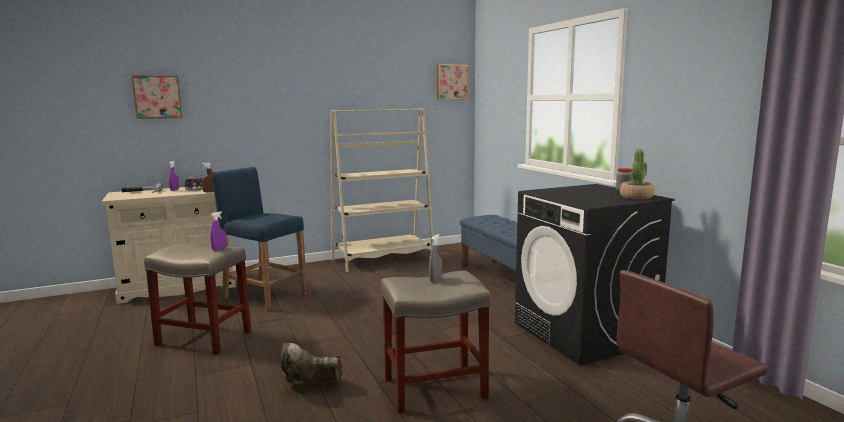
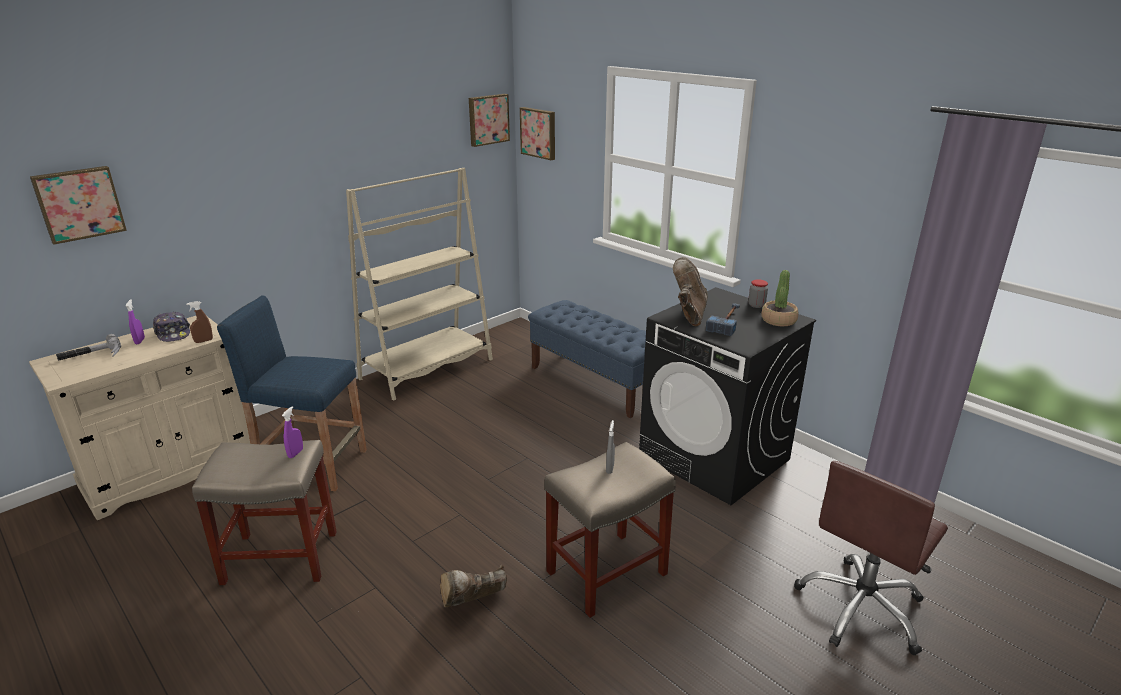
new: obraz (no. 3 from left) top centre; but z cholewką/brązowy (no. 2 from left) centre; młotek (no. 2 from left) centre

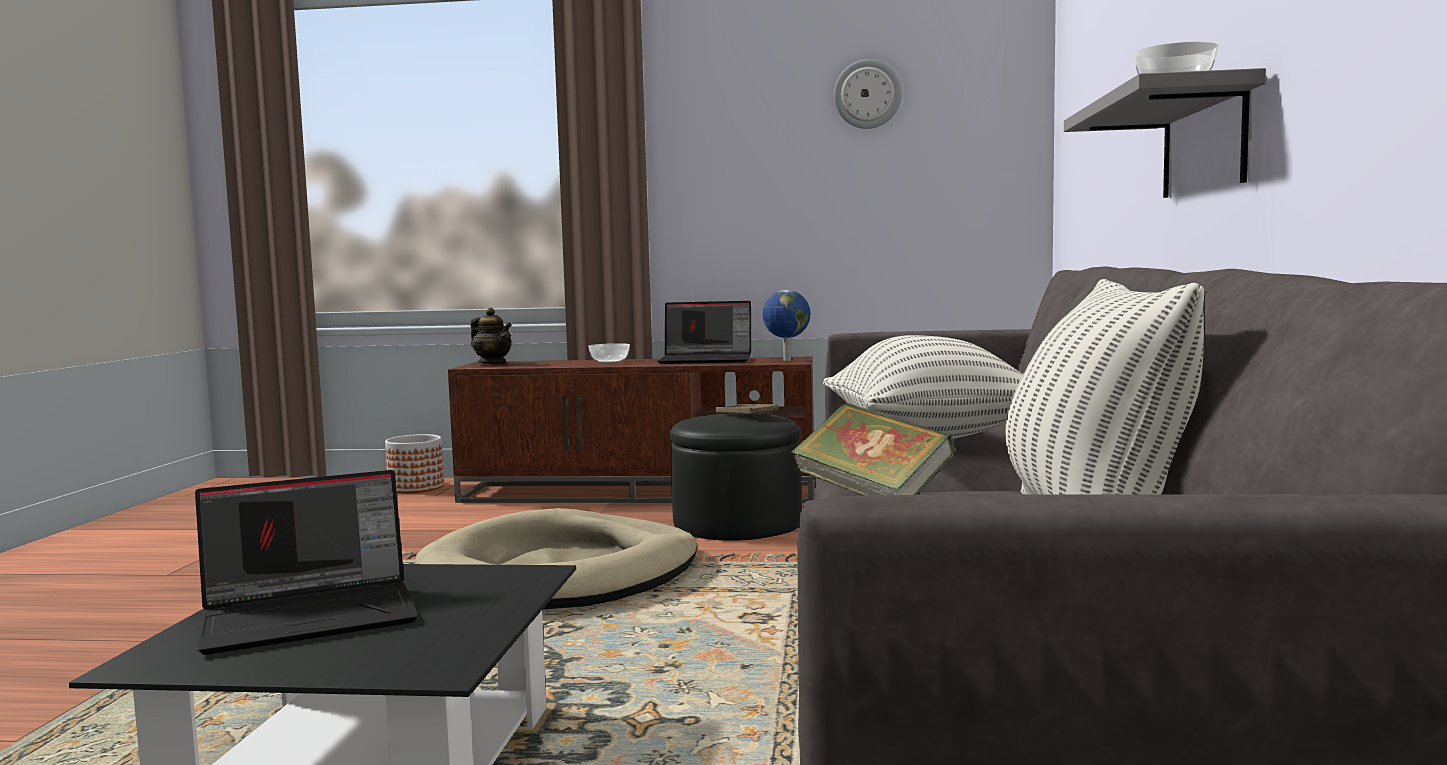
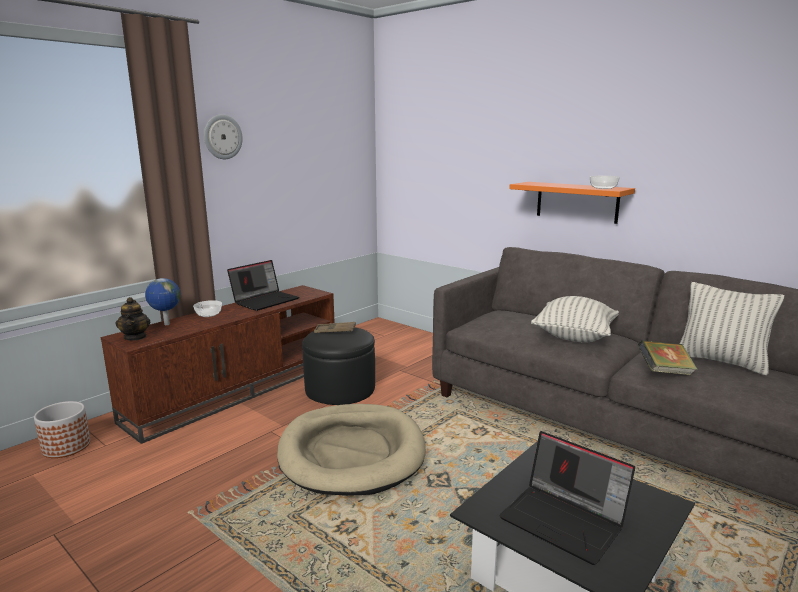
shifted: globus centre to middle left; zegar ścienny top centre to top left
repainted: półka/szary top right to półka/pomarańczowy middle right
rotated: imbryk centre = middle left 90 degrees clockwise; laptop (no. 1 from left in the first image) bottom left = bottom right 120 degrees clockwise

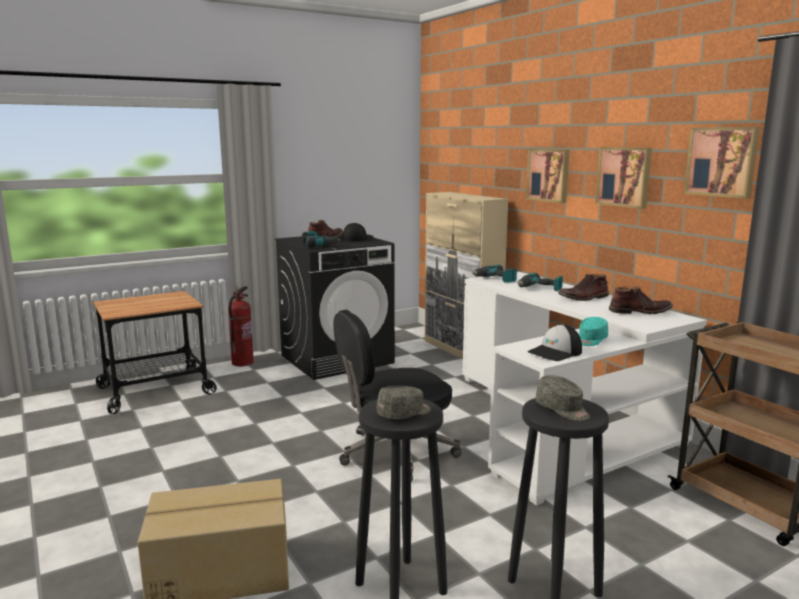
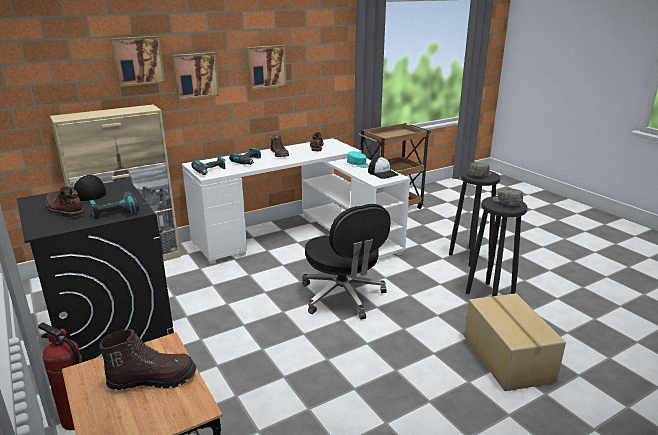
new: but z cholewką/brązowy (no. 2 from left) bottom left
shifted: obraz (no. 3 from left in the first image) top right to obraz (no. 1 from left) top left

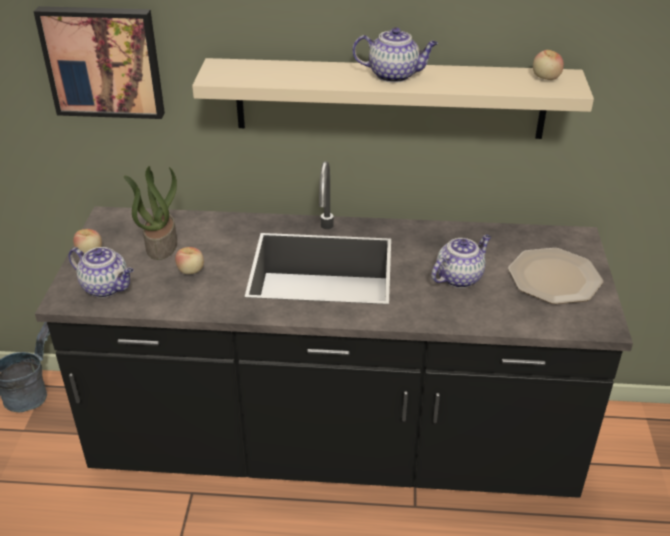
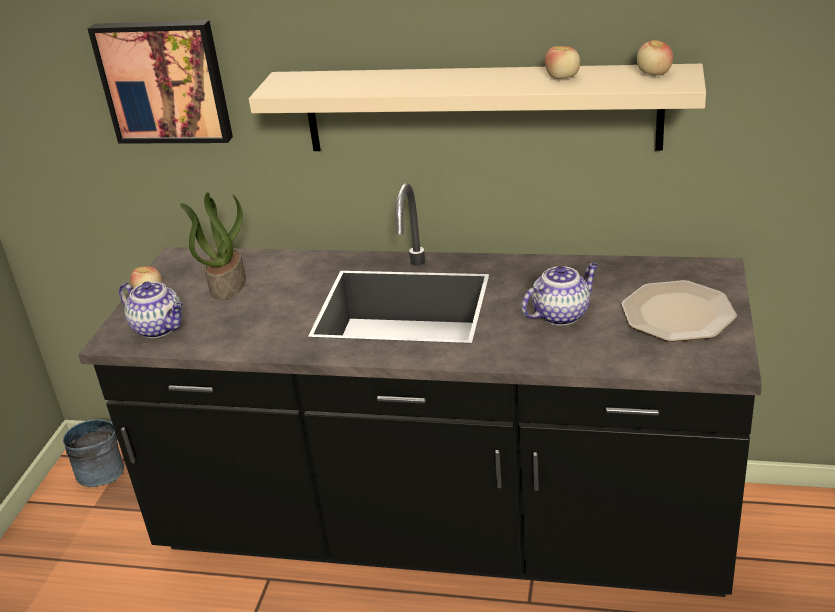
gone: imbryk (no. 2 from left) top centre
shifted: jabłko (no. 2 from left) middle left to top right

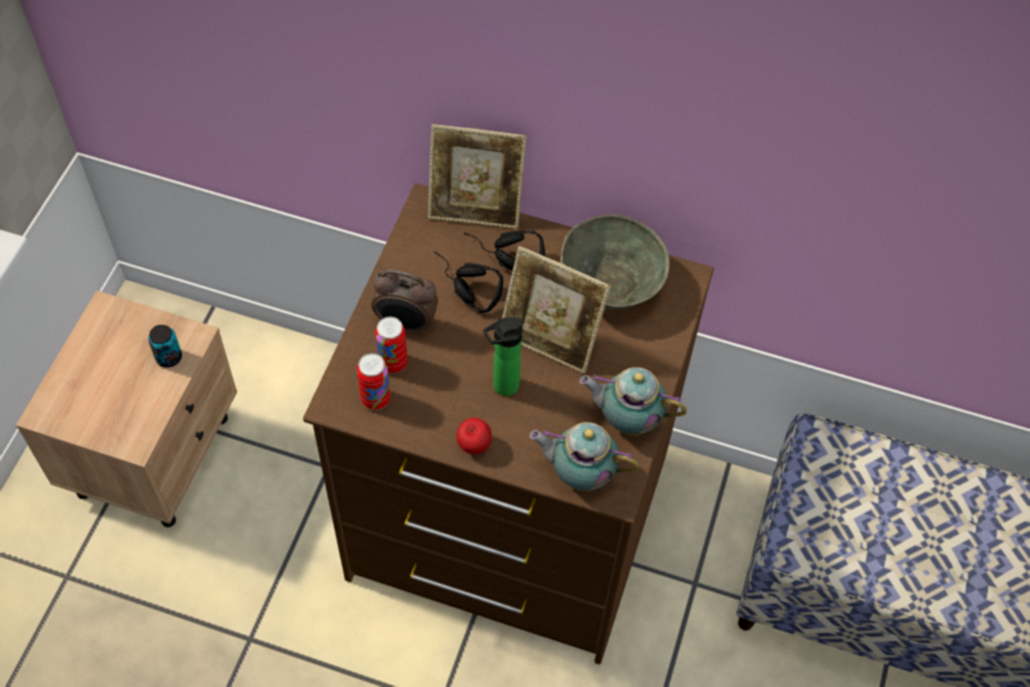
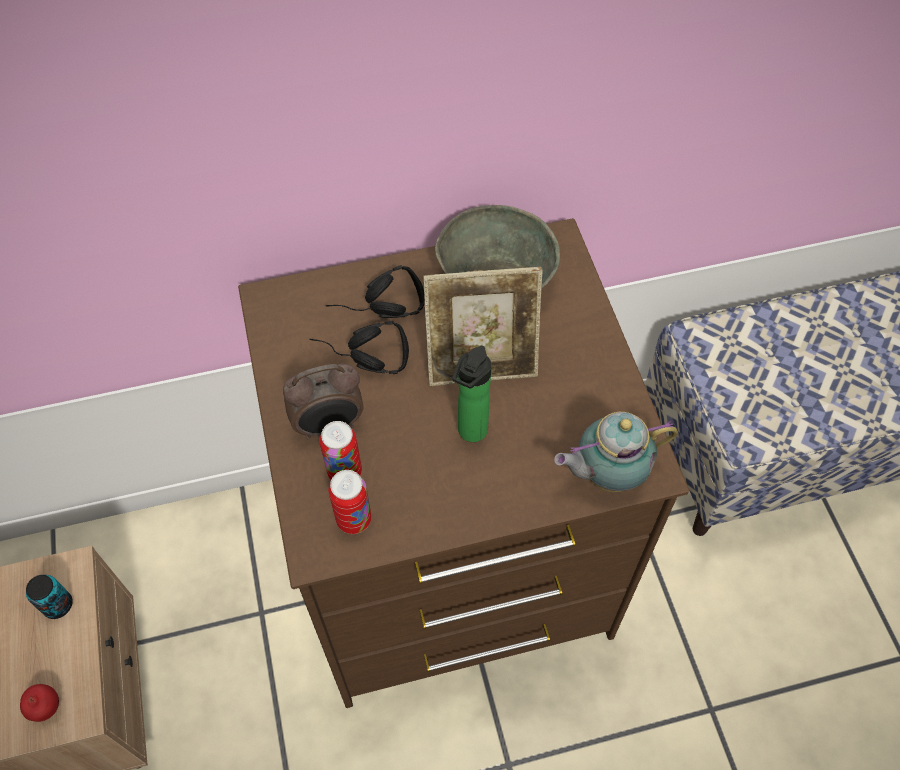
gone: ramka na zdjęcie (no. 1 from left) top centre; imbryk (no. 2 from left) centre
shifted: jabłko centre to bottom left

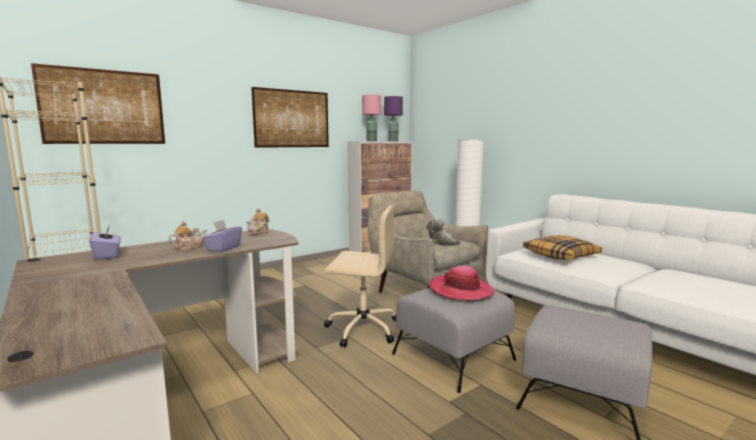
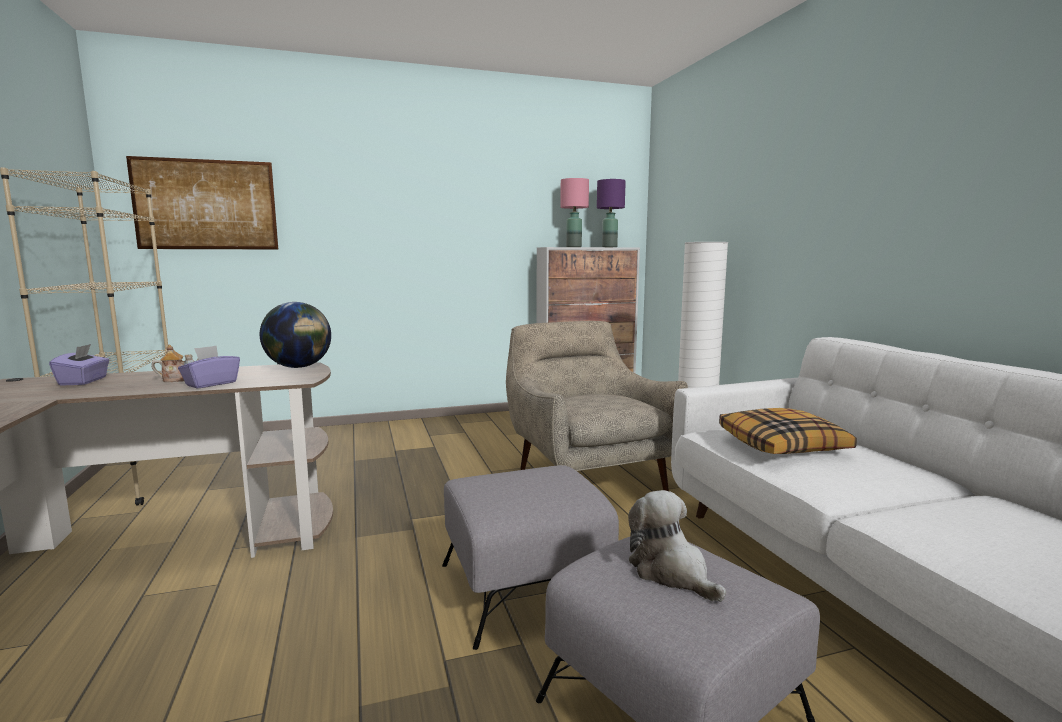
gone: obraz (no. 2 from left) top centre; krzesło biurowe/beżowy centre; kapelusz centre
shifted: pluszak centre to bottom centre
swapped: imbryk (no. 2 from left) centre to globus middle left

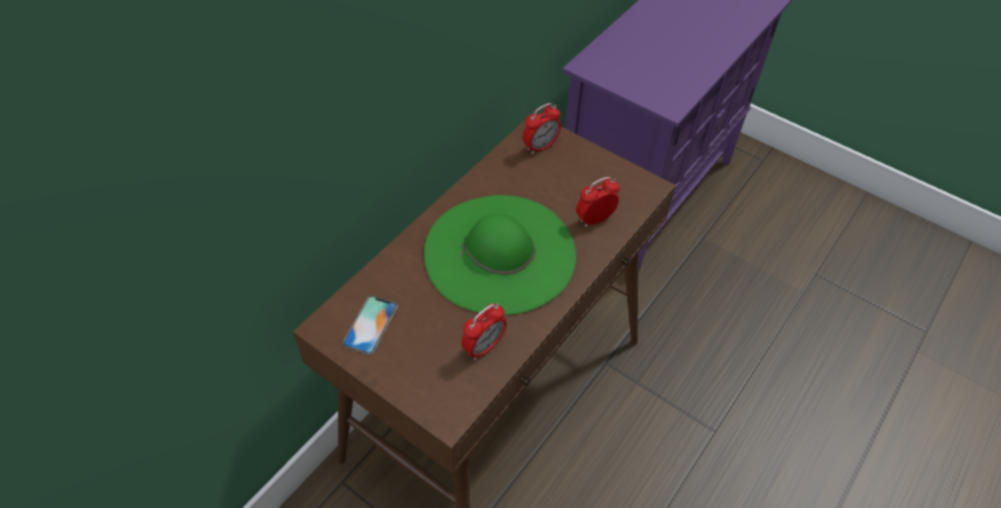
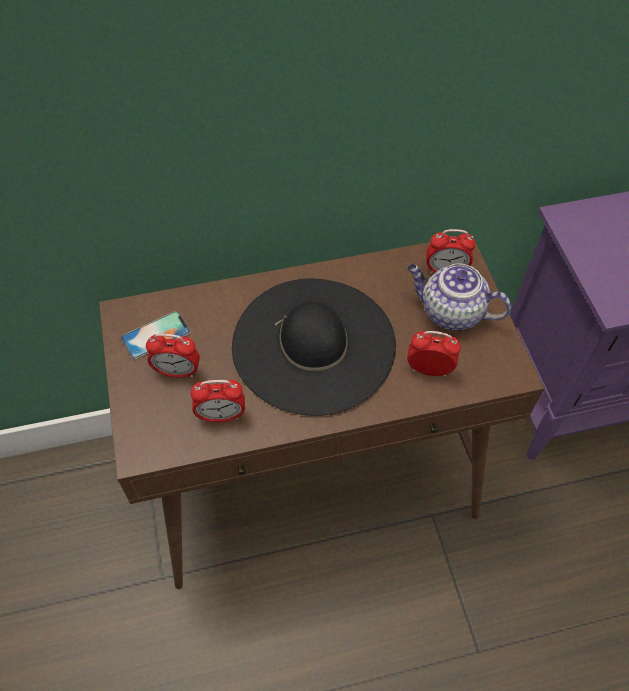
new: budzik (no. 1 from left) middle left; imbryk middle right
repainted: kapelusz/zielony centre to kapelusz/czarny centre

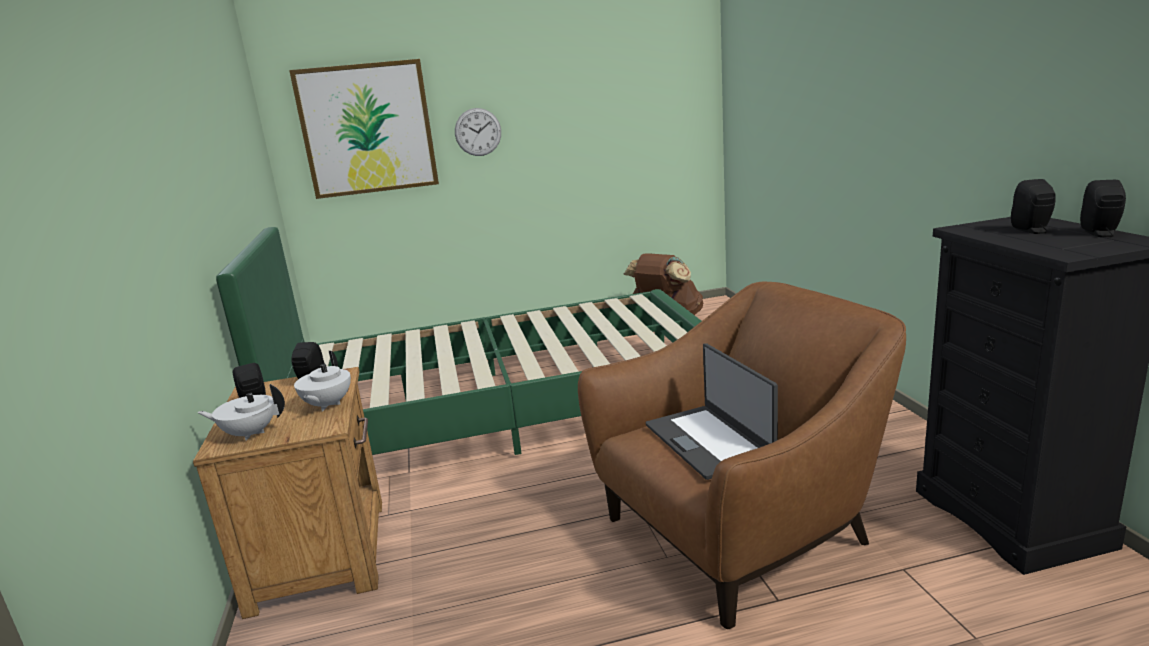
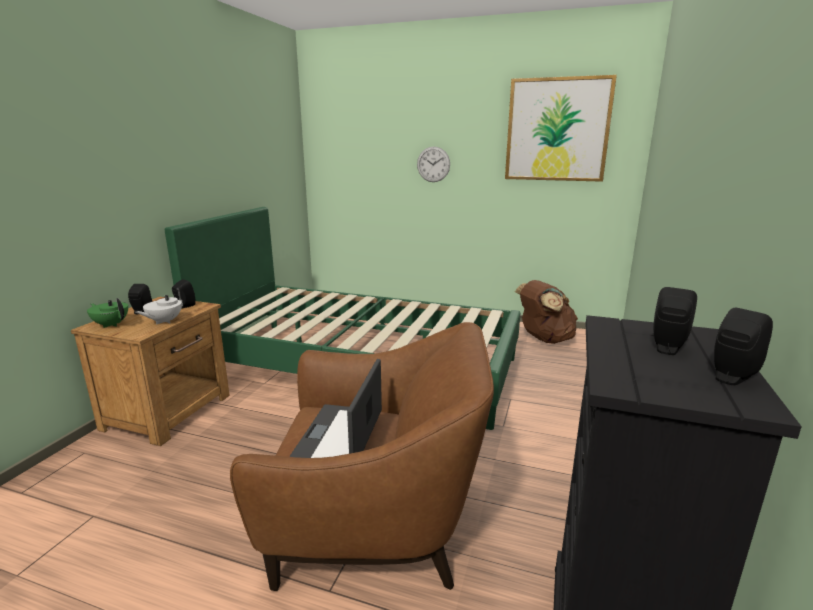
shifted: obraz top left to top right
repainted: imbryk/biały (no. 1 from left) middle left to imbryk/zielony middle left

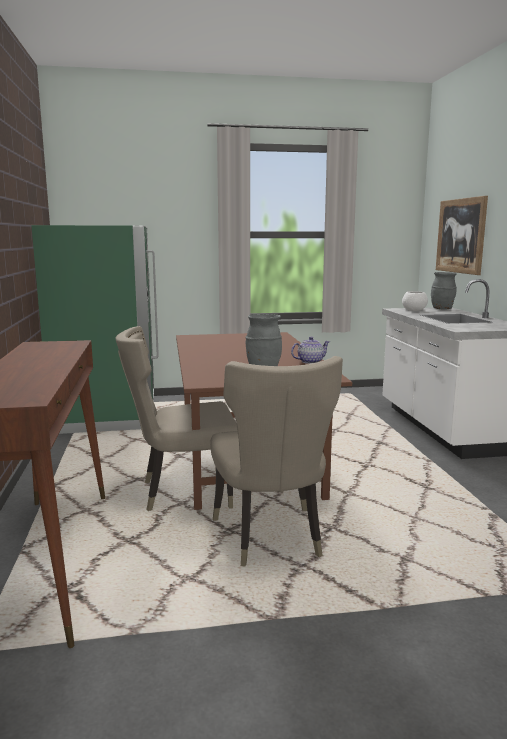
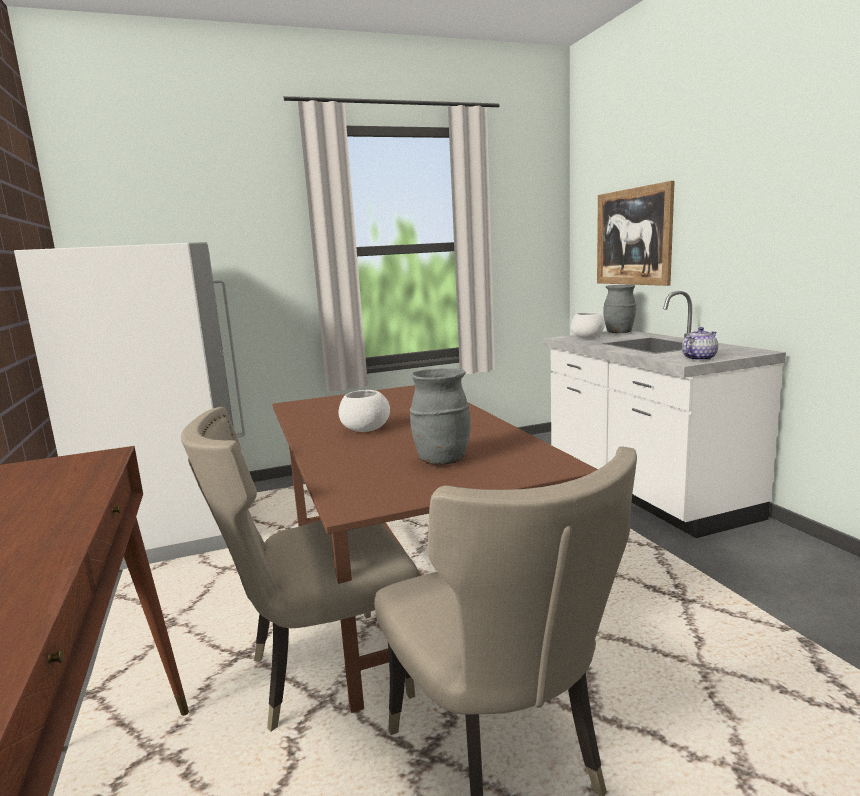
new: miska/biały (no. 1 from left) centre
shifted: imbryk centre to middle right
repainted: lodówka/zielony middle left to lodówka/biały middle left

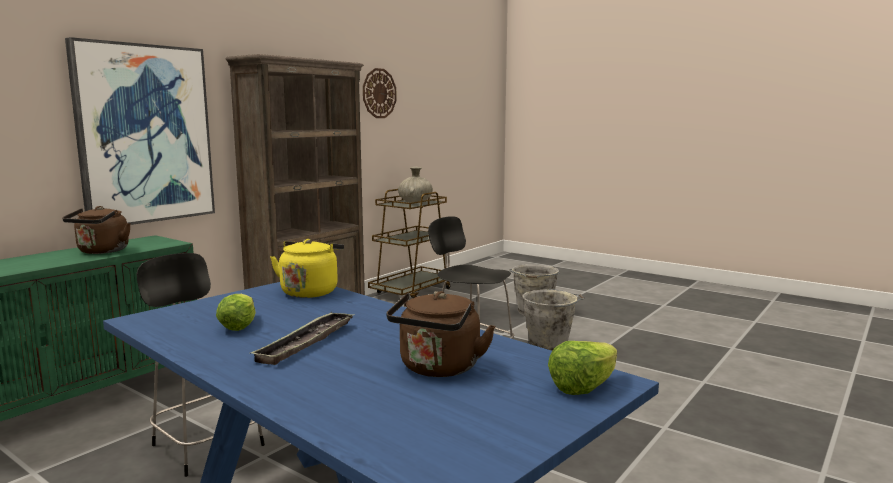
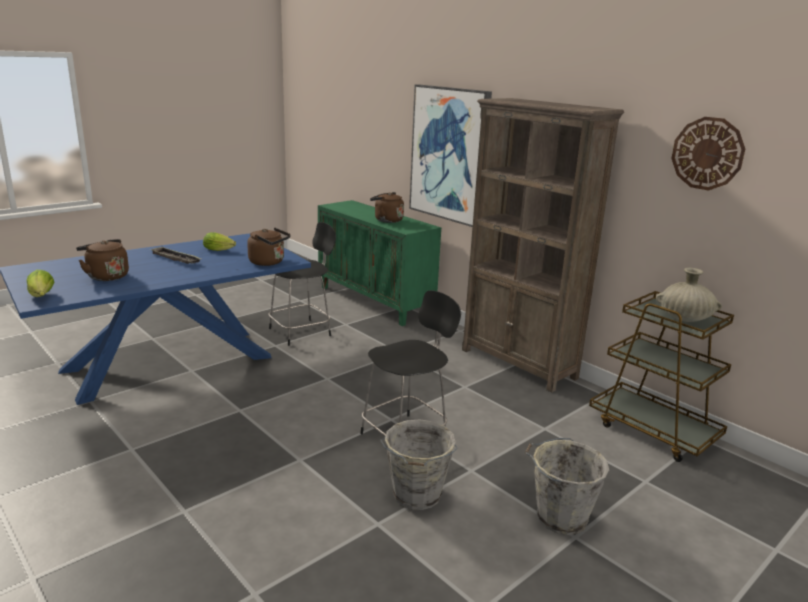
repainted: czajnik/żółty centre to czajnik/brązowy (no. 2 from left) middle left

